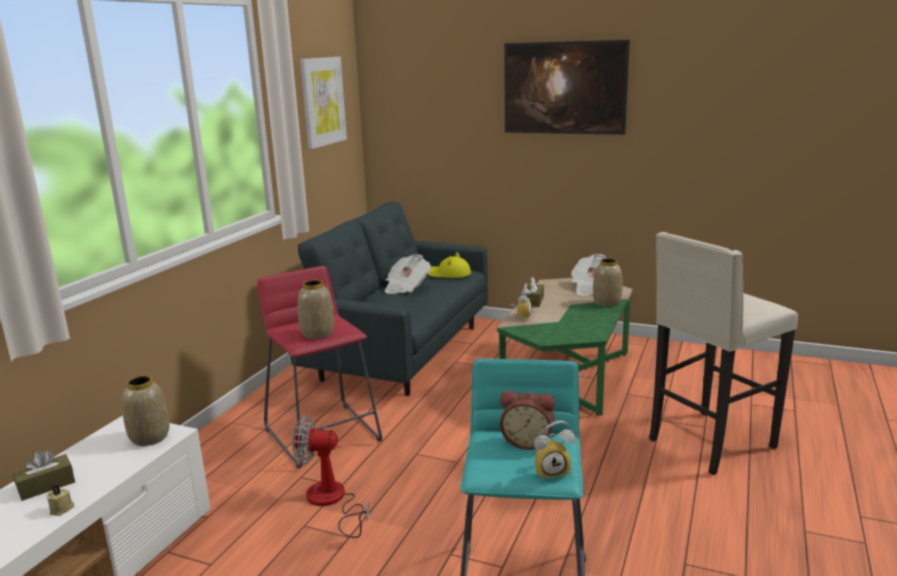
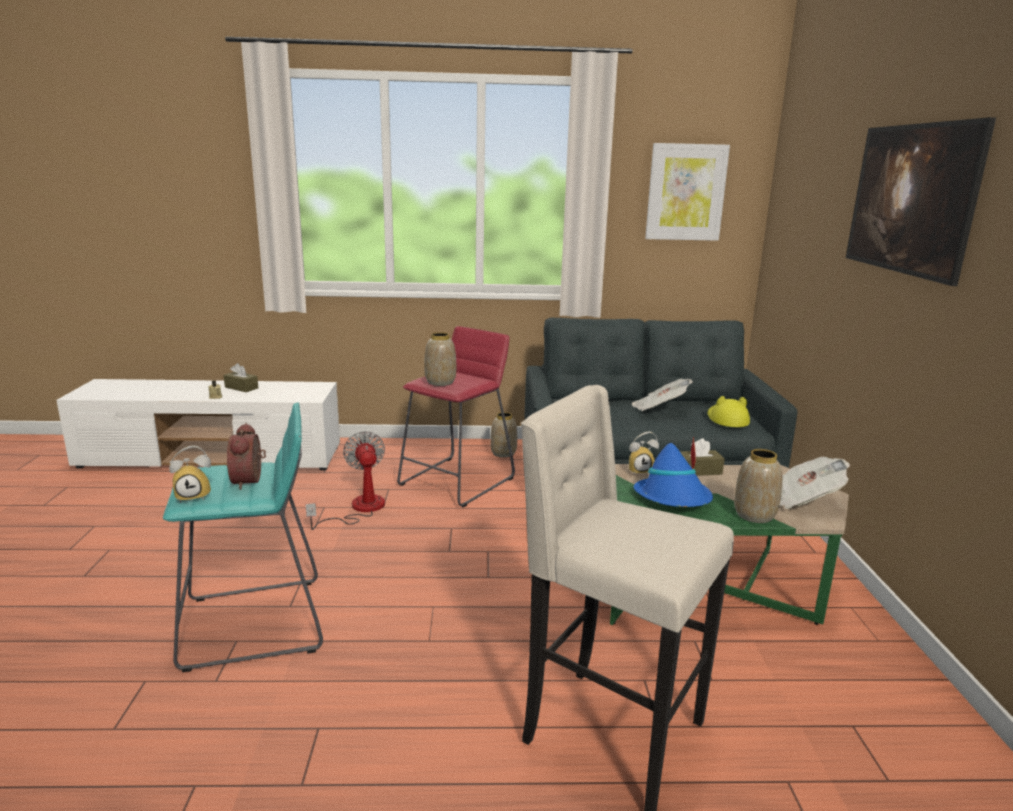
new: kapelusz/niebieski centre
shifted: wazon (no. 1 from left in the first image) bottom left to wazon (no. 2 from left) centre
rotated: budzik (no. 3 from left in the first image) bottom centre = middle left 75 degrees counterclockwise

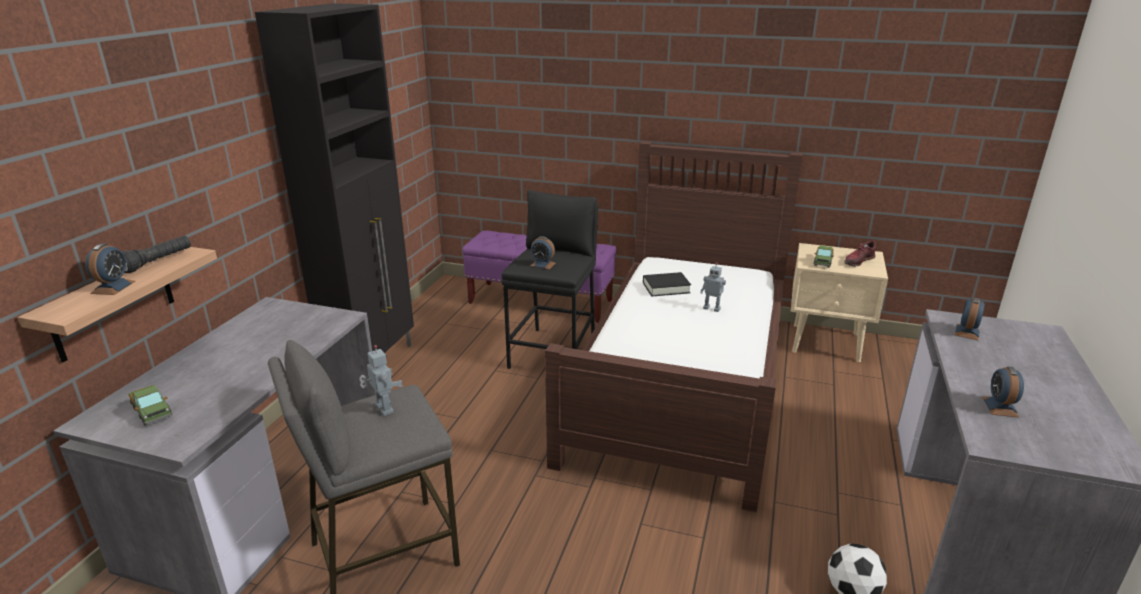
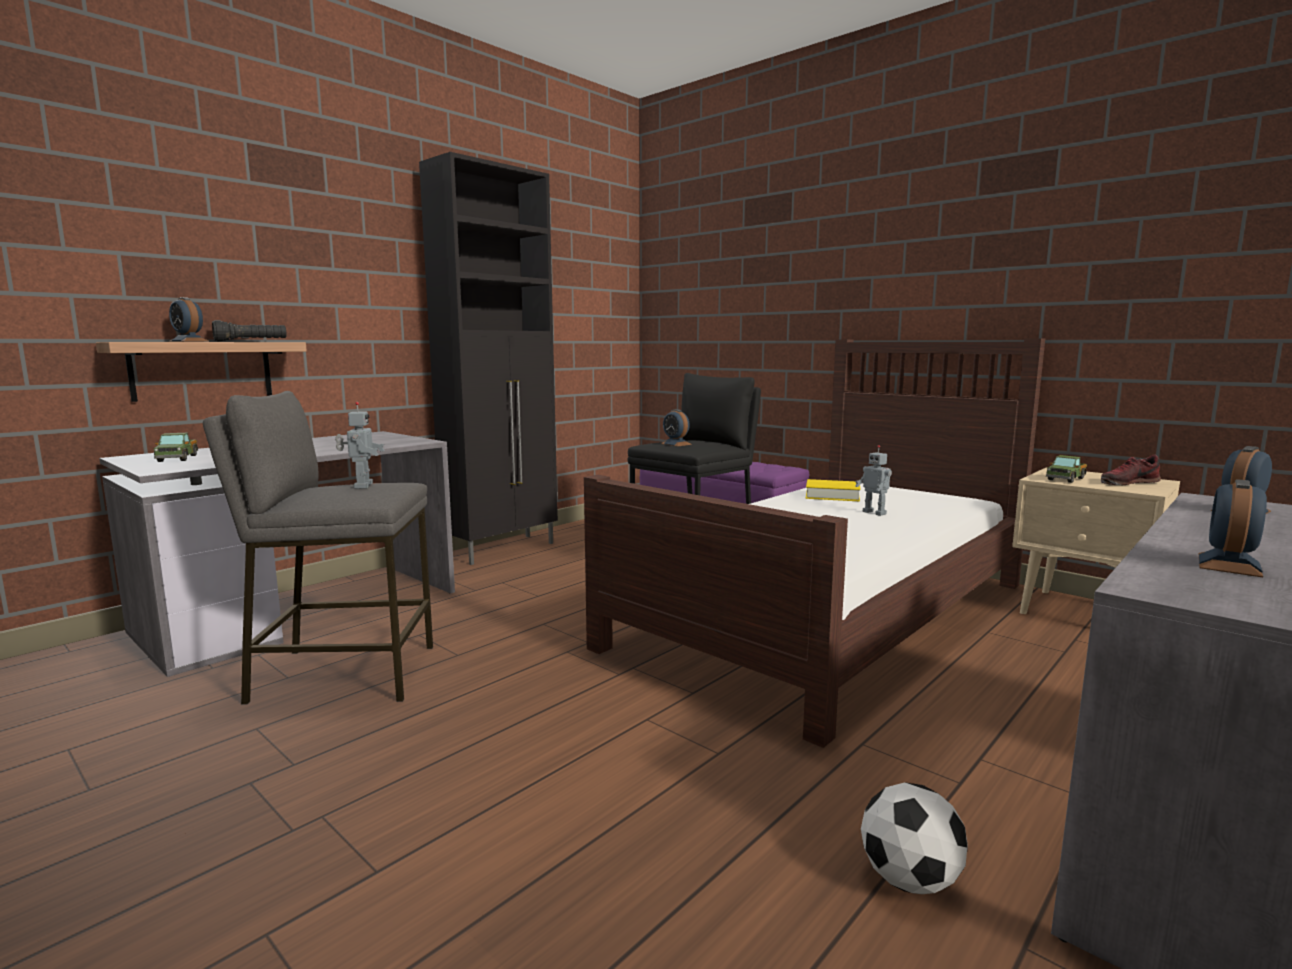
repainted: książka/czarny centre to książka/żółty centre
rotated: budzik (no. 1 from left) middle left = top left 90 degrees clockwise

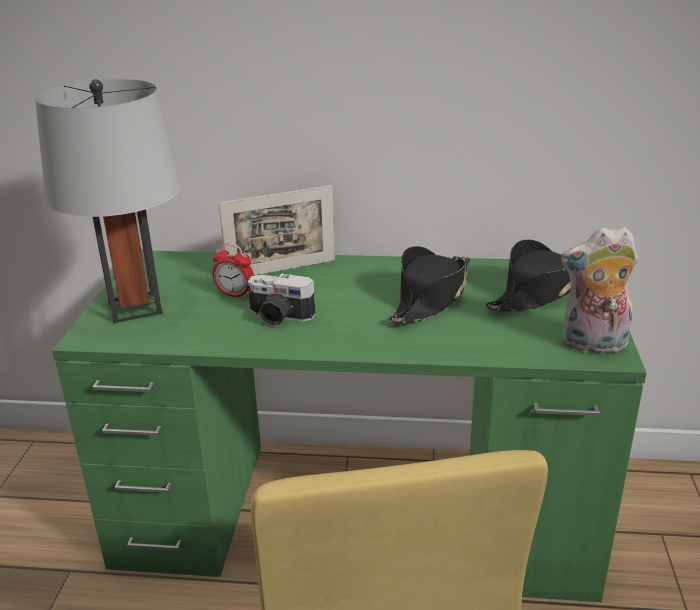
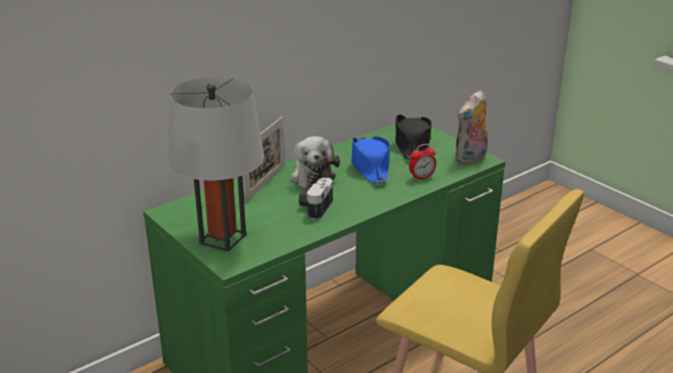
new: pluszak (no. 1 from left) centre
shifted: budzik middle left to centre
repainted: kapelusz/czarny (no. 1 from left) centre to kapelusz/niebieski centre
rotated: aparat fotograficzny centre = centre 135 degrees clockwise

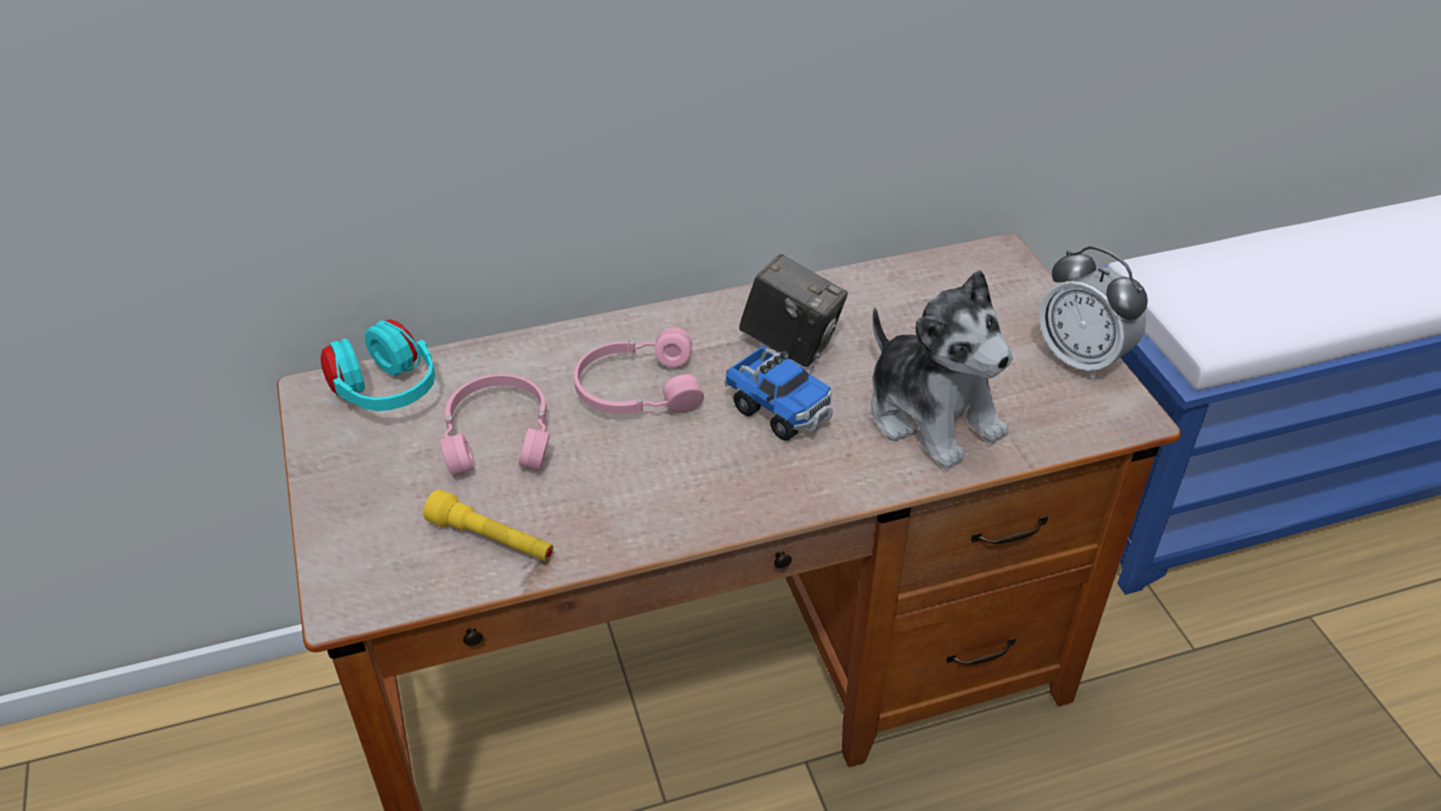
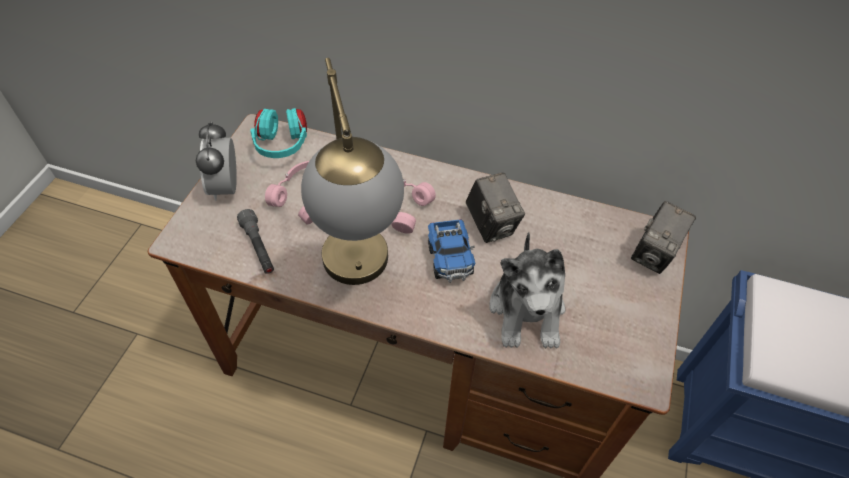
new: lampa stołowa centre; aparat fotograficzny (no. 2 from left) middle right
shifted: budzik middle right to middle left
repainted: latarka/żółty centre to latarka/szary middle left

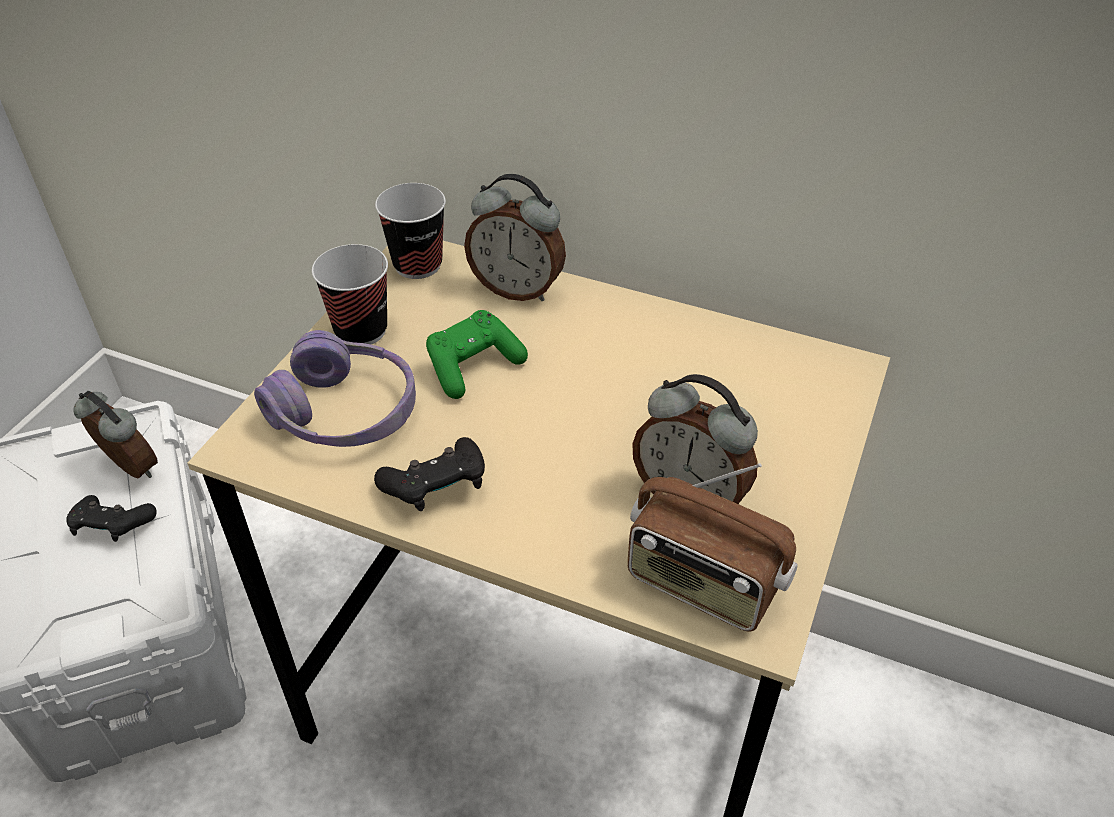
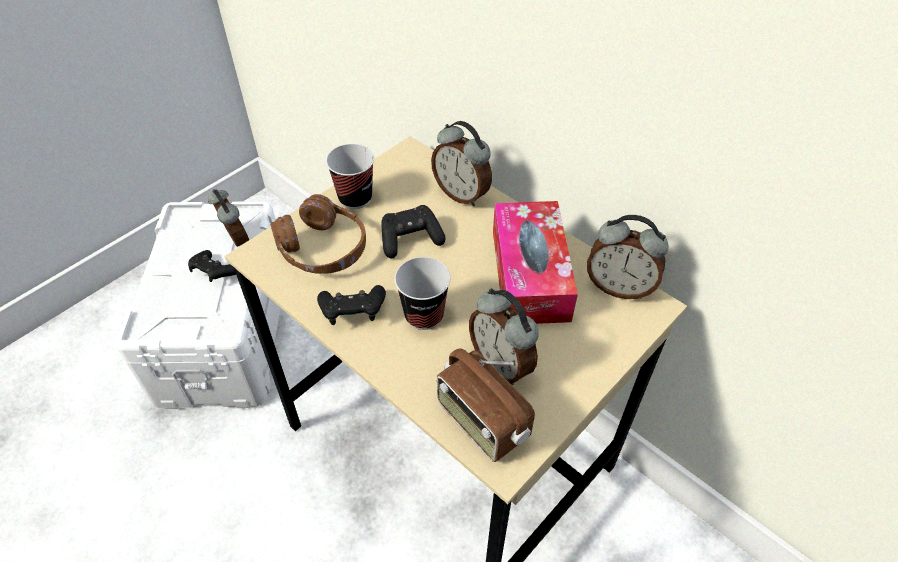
new: pudełko chusteczek centre; budzik (no. 4 from left) middle right
shifted: filiżanka (no. 2 from left) top centre to centre
repainted: słuchawki/fioletowy middle left to słuchawki/brązowy centre; pad do gier/zielony centre to pad do gier/czarny (no. 3 from left) centre

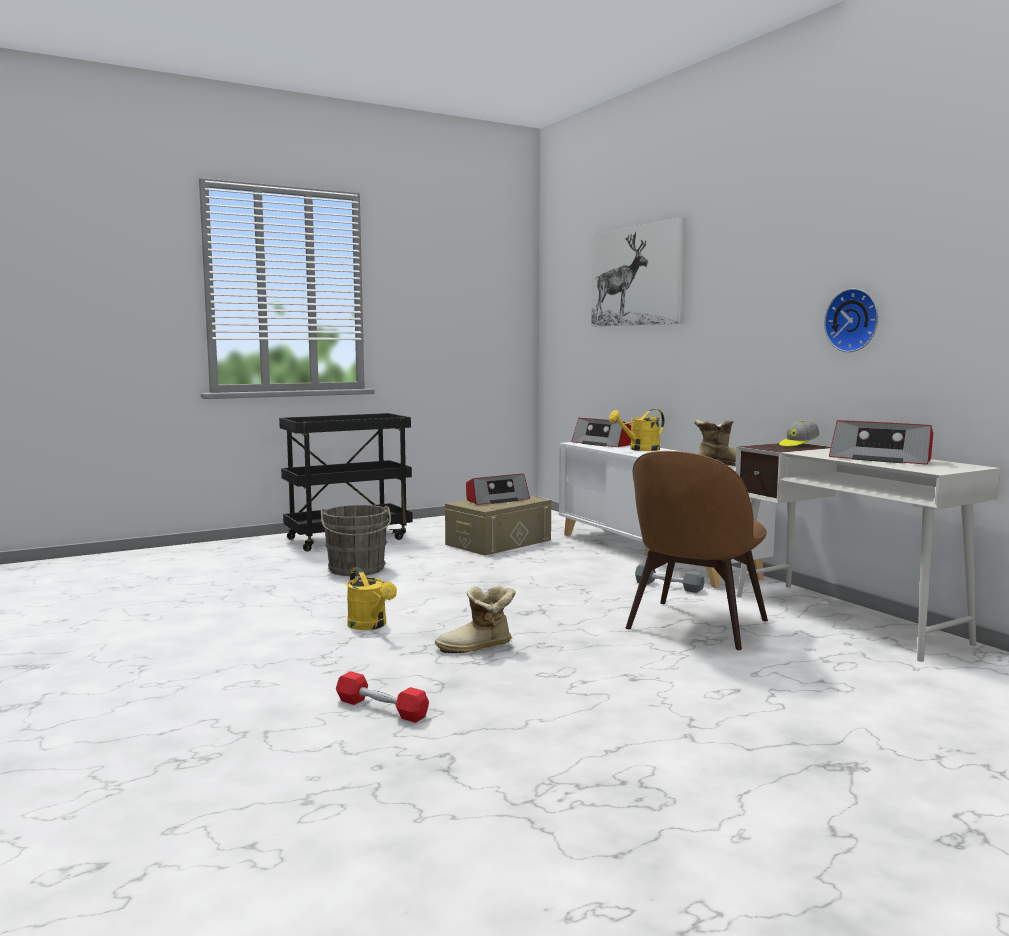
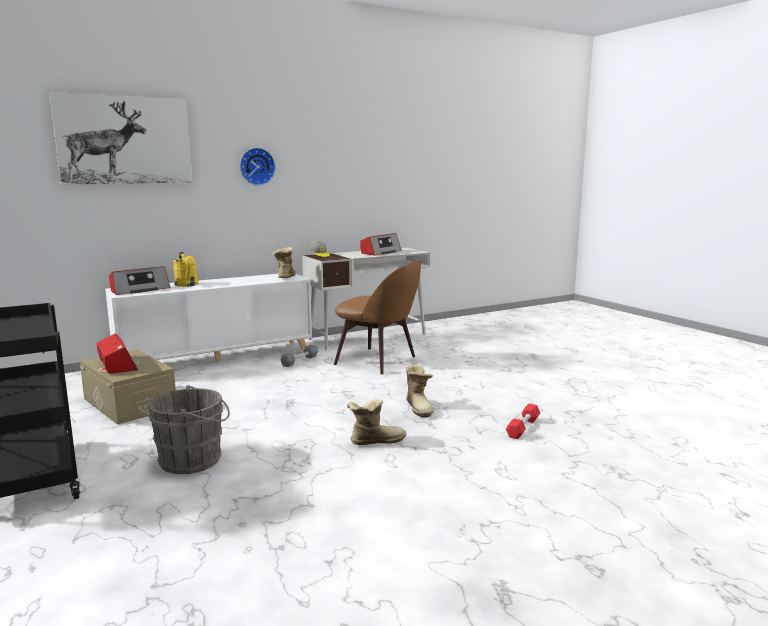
shifted: zegar ścienny middle right to top centre
swapped: konewka/żółty (no. 1 from left) centre to but z cholewką (no. 2 from left) bottom centre

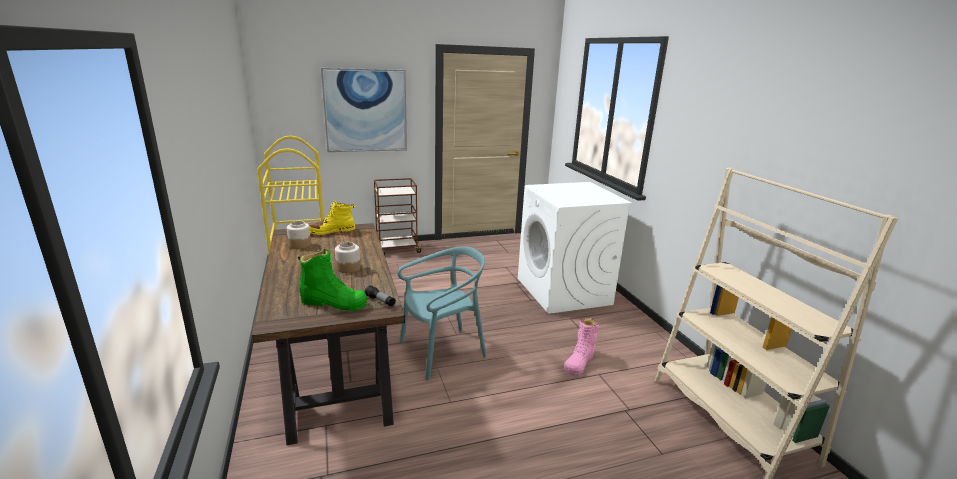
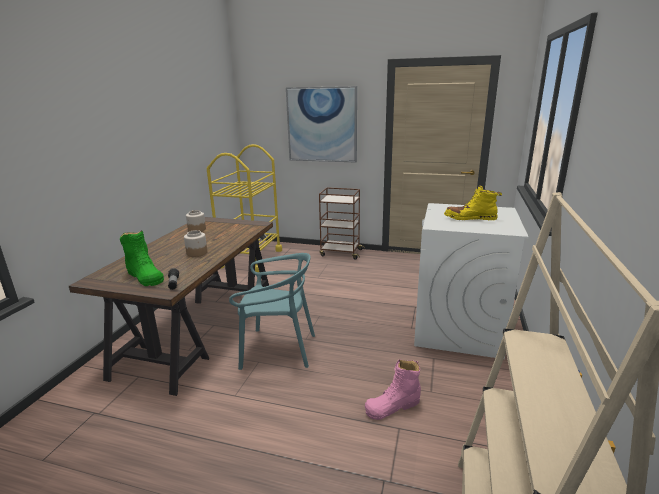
shifted: but z cholewką/żółty centre to middle right

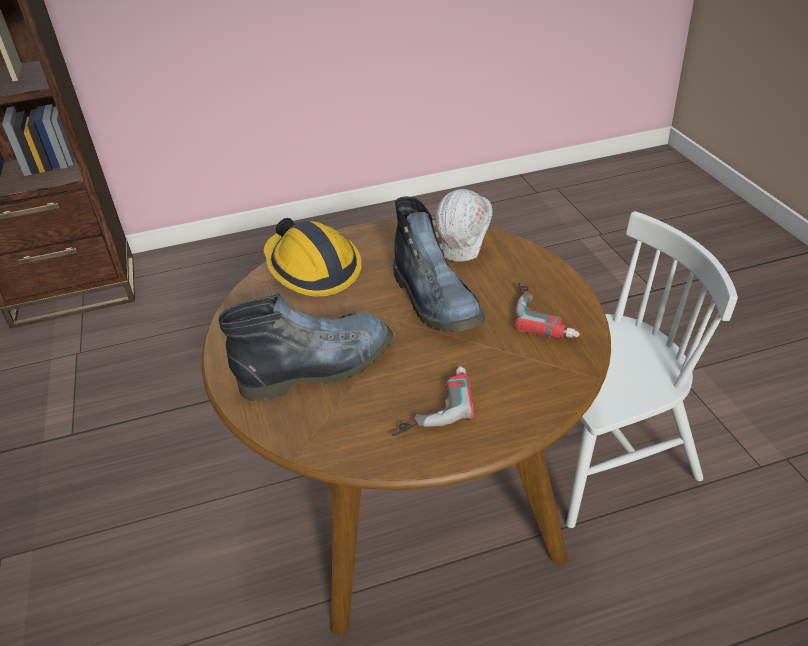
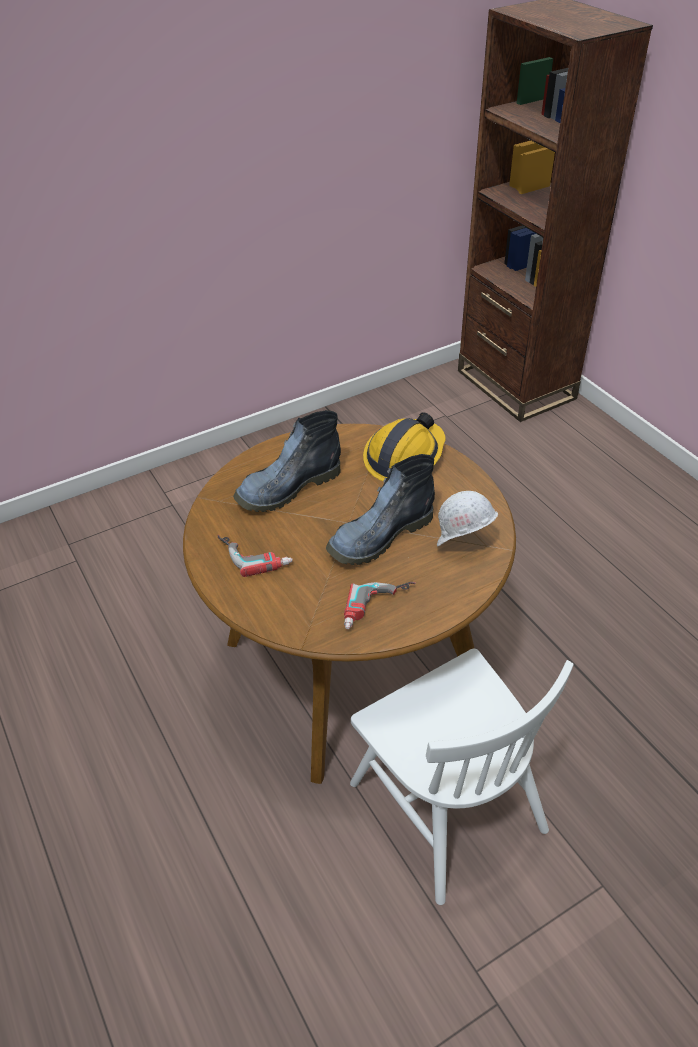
rotated: but z cholewką (no. 1 from left) centre = centre 90 degrees clockwise

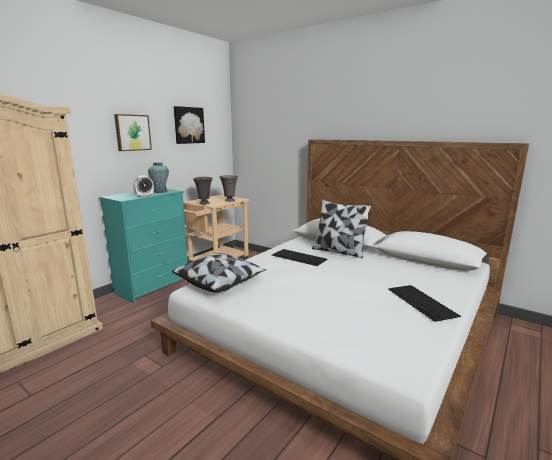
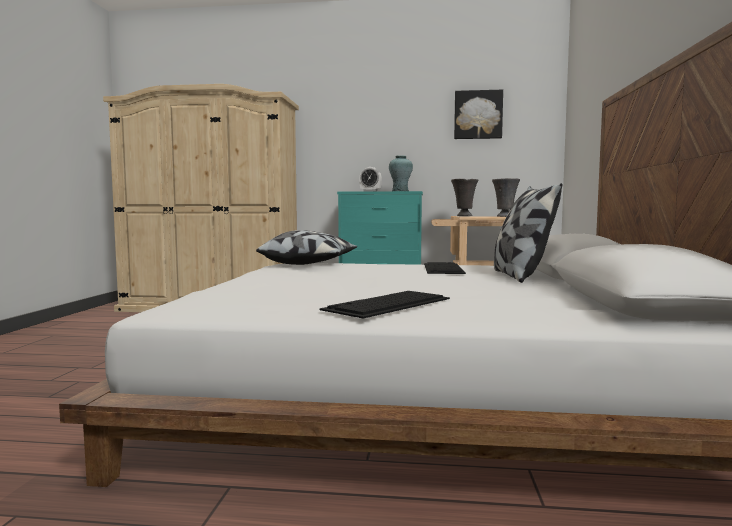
gone: obraz (no. 1 from left) top left

